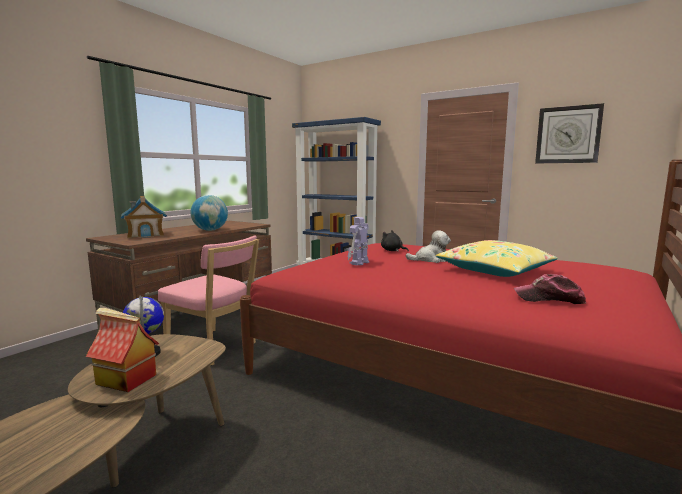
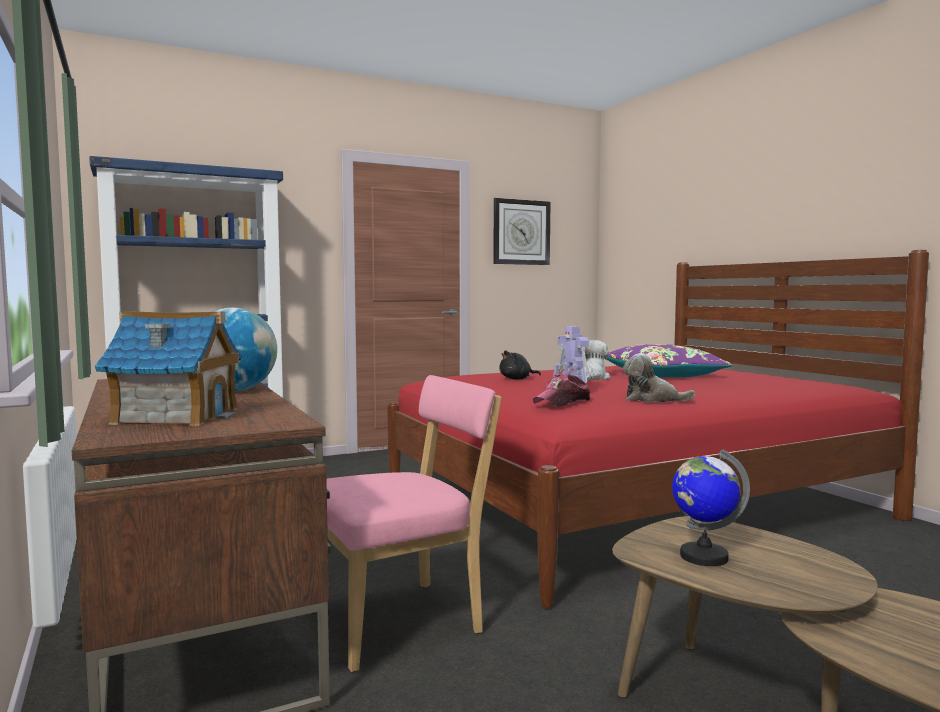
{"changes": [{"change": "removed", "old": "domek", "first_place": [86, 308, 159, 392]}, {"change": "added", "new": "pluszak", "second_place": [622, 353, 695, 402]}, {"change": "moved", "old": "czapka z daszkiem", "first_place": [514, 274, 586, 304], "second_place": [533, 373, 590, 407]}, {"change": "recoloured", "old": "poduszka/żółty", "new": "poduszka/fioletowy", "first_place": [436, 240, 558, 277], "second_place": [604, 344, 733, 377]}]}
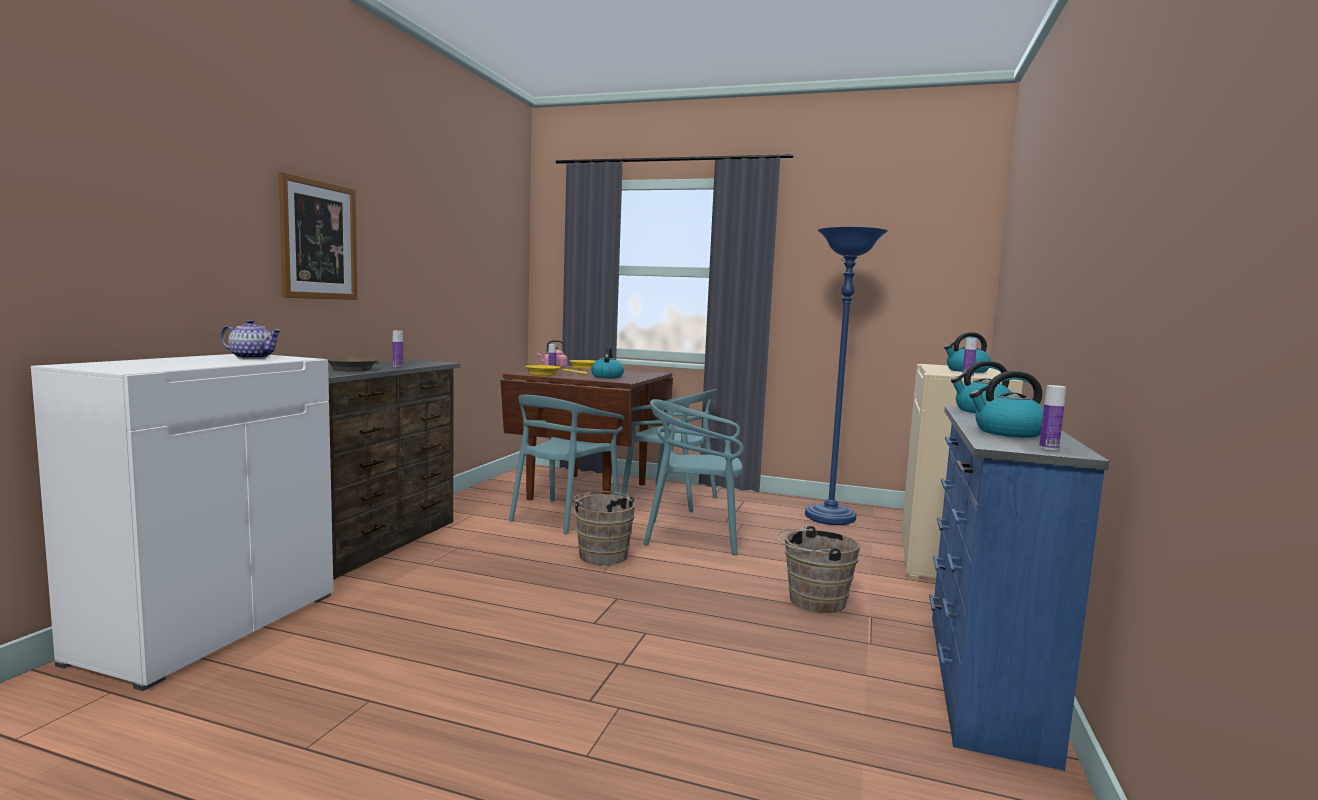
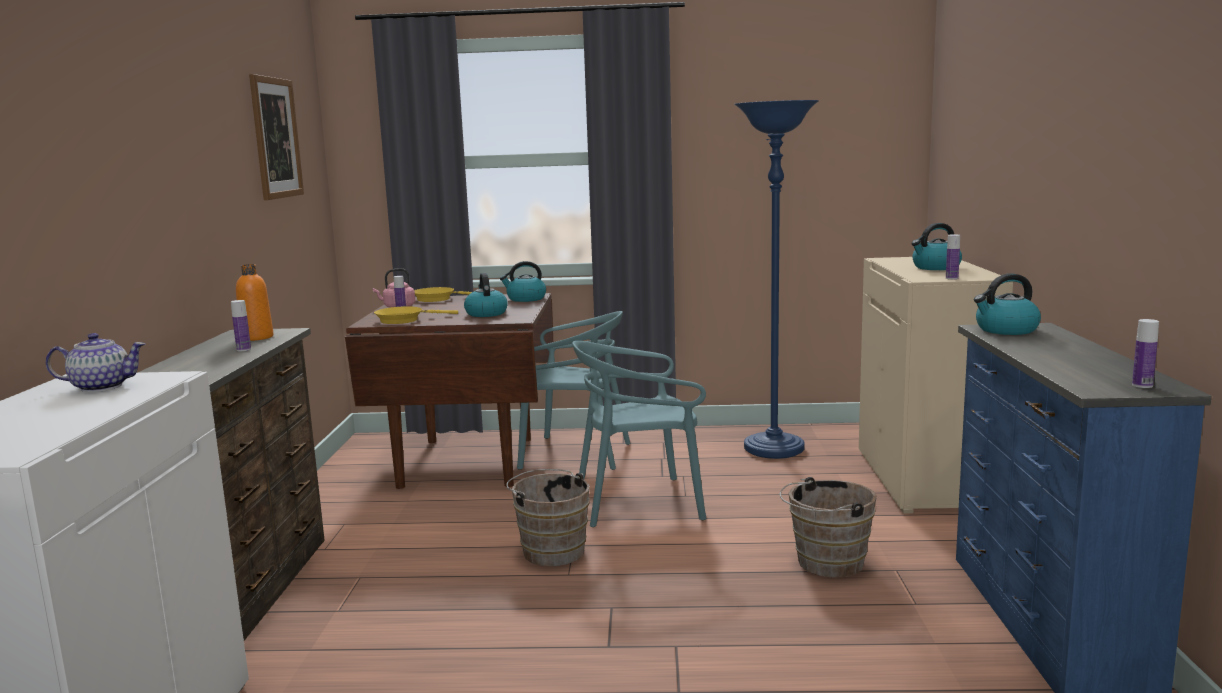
{"changes": [{"change": "removed", "old": "patelnia/brązowy", "first_place": [326, 358, 379, 371]}, {"change": "removed", "old": "krzesło/turkusowy", "first_place": [509, 395, 624, 534]}, {"change": "added", "new": "butelka/pomarańczowy", "second_place": [236, 264, 274, 341]}, {"change": "moved", "old": "obraz", "first_place": [279, 172, 358, 300], "second_place": [249, 74, 304, 200]}, {"change": "moved", "old": "czajnik", "first_place": [969, 371, 1044, 438], "second_place": [500, 261, 546, 302]}]}
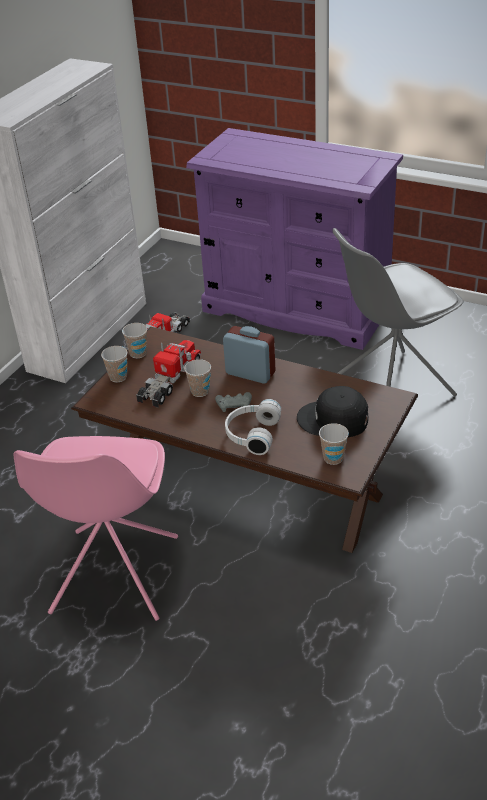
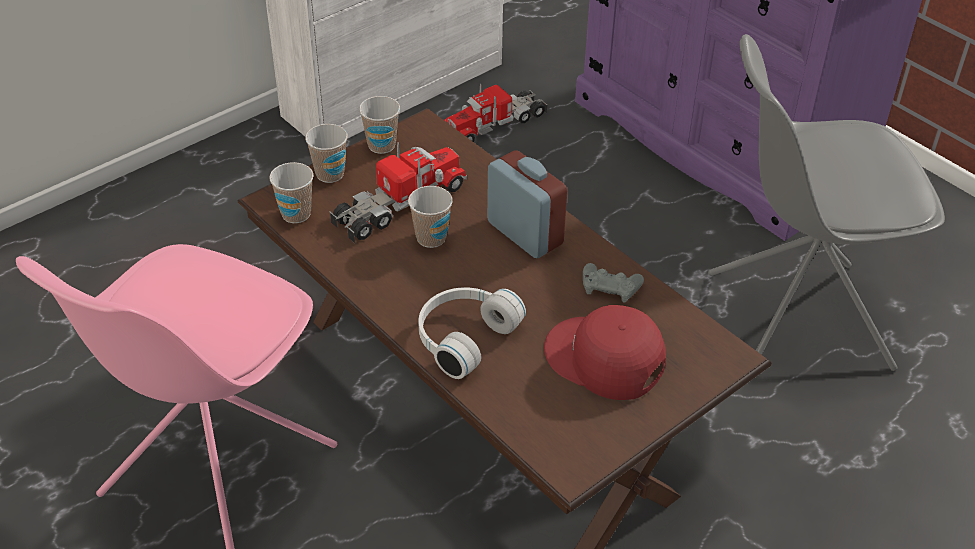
{"changes": [{"change": "moved", "old": "pad do gier/szary", "first_place": [215, 392, 252, 412], "second_place": [583, 263, 644, 303]}, {"change": "moved", "old": "filiżanka", "first_place": [319, 423, 349, 465], "second_place": [269, 162, 314, 223]}, {"change": "recoloured", "old": "czapka z daszkiem/czarny", "new": "czapka z daszkiem/czerwony", "first_place": [297, 386, 368, 438], "second_place": [544, 305, 666, 400]}]}
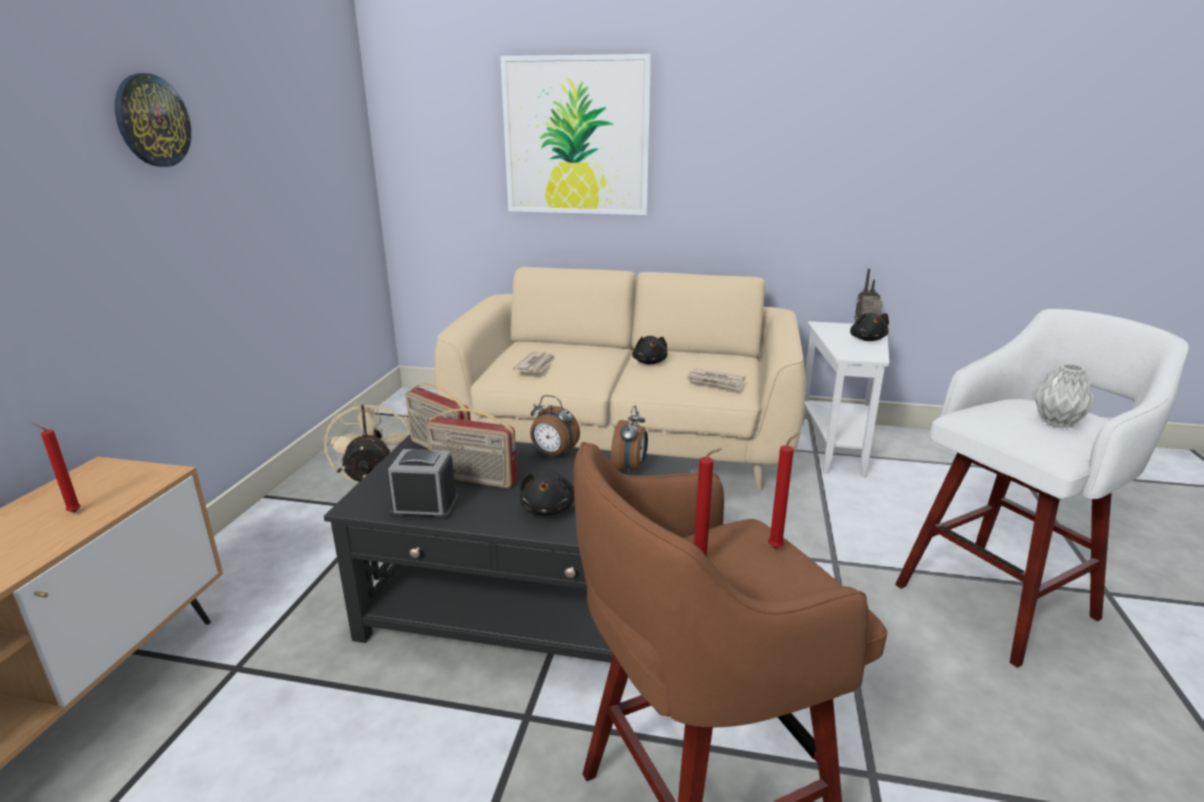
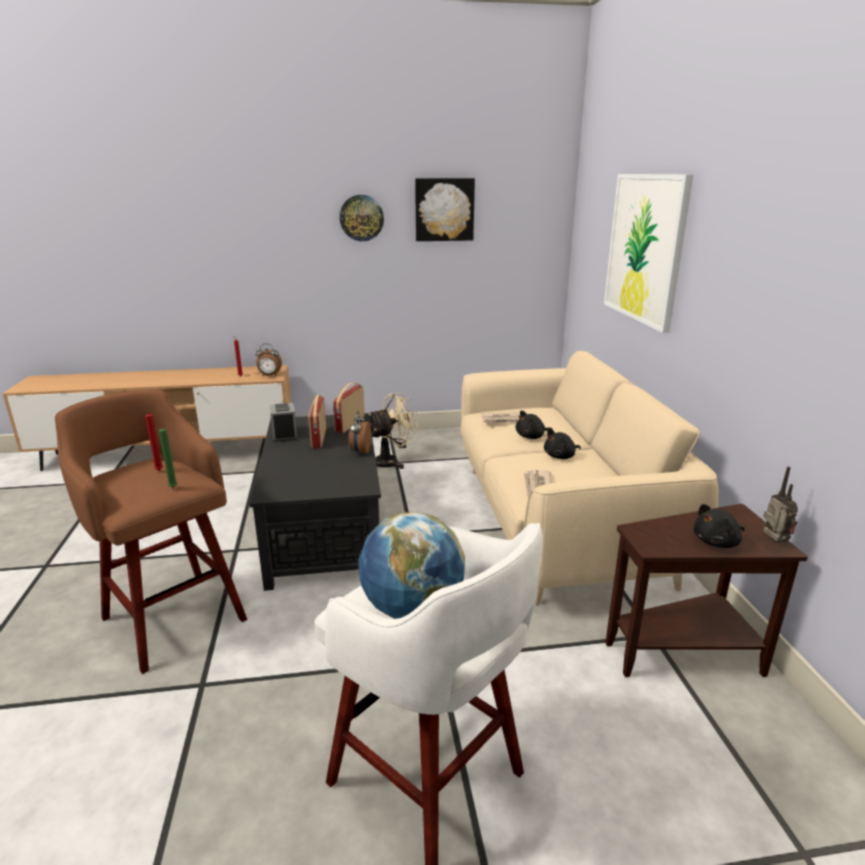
{"changes": [{"change": "added", "new": "obraz", "second_place": [415, 178, 475, 241]}, {"change": "moved", "old": "pluszak/czarny", "first_place": [520, 469, 575, 516], "second_place": [516, 410, 553, 439]}, {"change": "moved", "old": "budzik", "first_place": [611, 406, 648, 475], "second_place": [256, 344, 282, 376]}, {"change": "replaced", "old": "wazon/szary", "new": "globus", "first_place": [1034, 364, 1096, 428], "second_place": [358, 512, 465, 619]}, {"change": "recoloured", "old": "świeca/czerwony", "new": "świeca/zielony", "first_place": [768, 433, 799, 548], "second_place": [159, 425, 177, 488]}, {"change": "recoloured", "old": "stolik/biały", "new": "stolik/brązowy", "first_place": [802, 321, 889, 477], "second_place": [605, 504, 808, 677]}]}
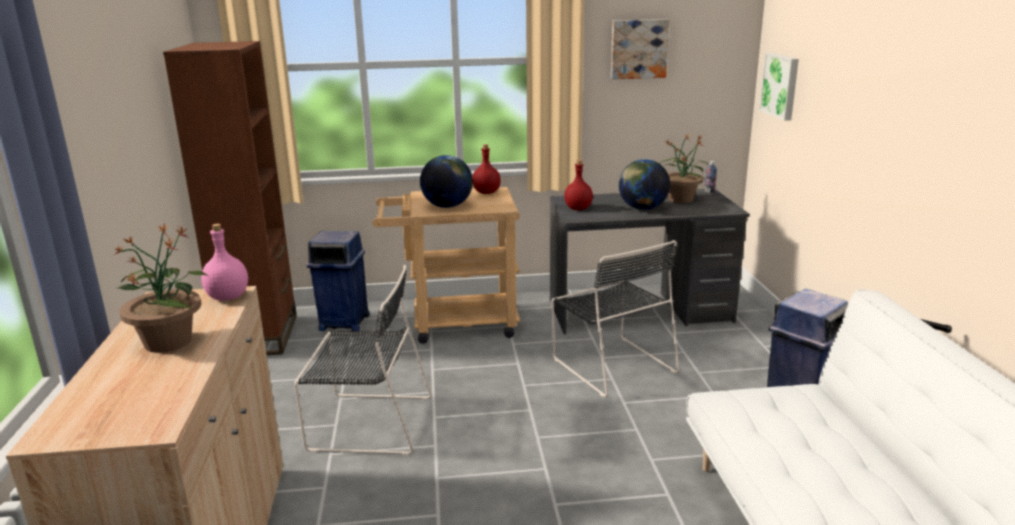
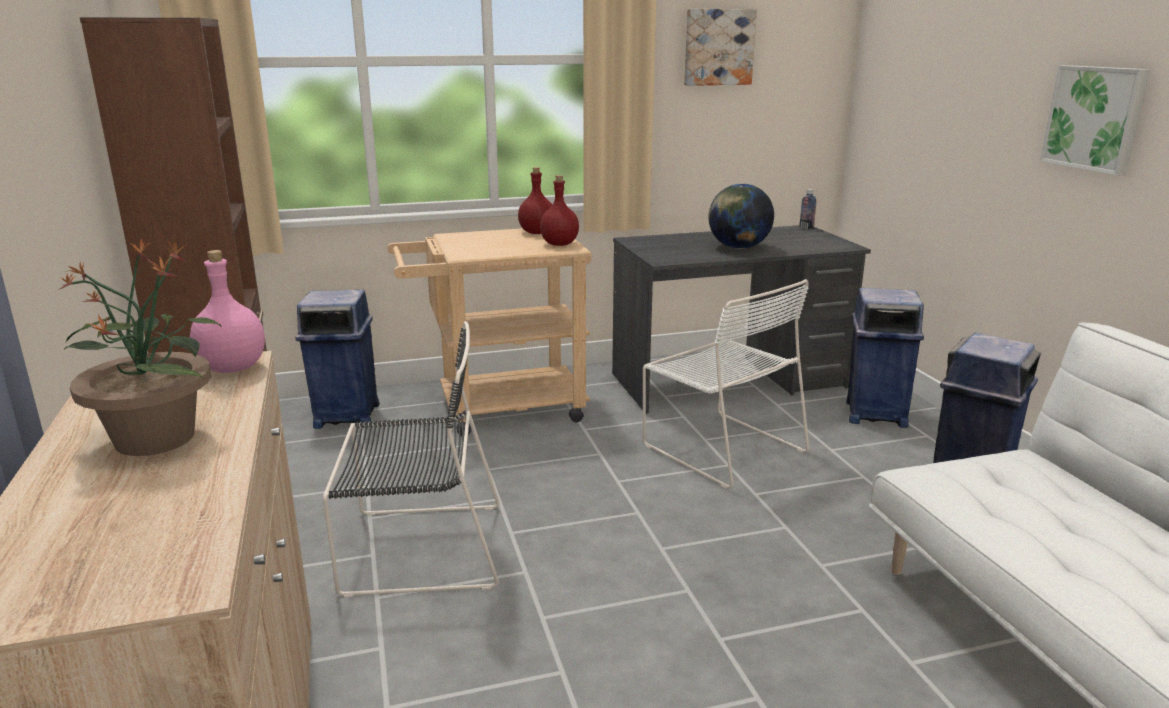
{"changes": [{"change": "removed", "old": "globus", "first_place": [420, 155, 473, 208]}, {"change": "removed", "old": "roślina doniczkowa", "first_place": [659, 135, 708, 203]}, {"change": "added", "new": "kosz na śmieci/niebieski", "second_place": [846, 288, 924, 428]}, {"change": "moved", "old": "butelka/czerwony", "first_place": [564, 160, 593, 210], "second_place": [540, 175, 579, 246]}, {"change": "moved", "old": "obraz", "first_place": [759, 53, 799, 121], "second_place": [1040, 65, 1151, 176]}, {"change": "recoloured", "old": "krzesło/czarny", "new": "krzesło/biały", "first_place": [551, 240, 679, 397], "second_place": [643, 279, 809, 489]}]}
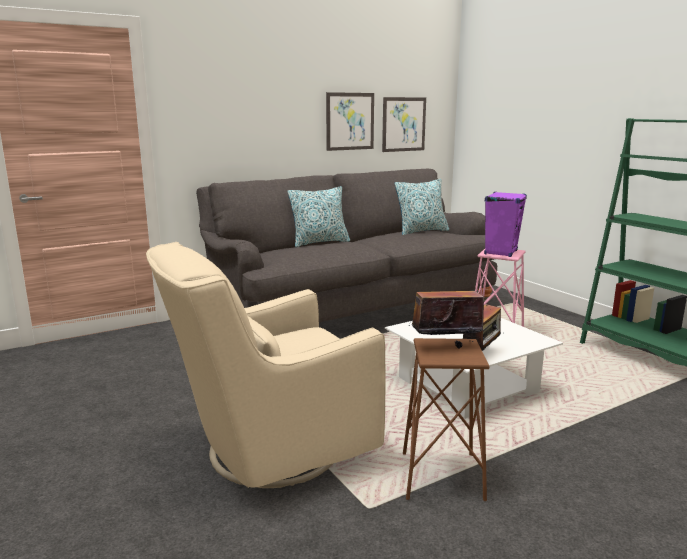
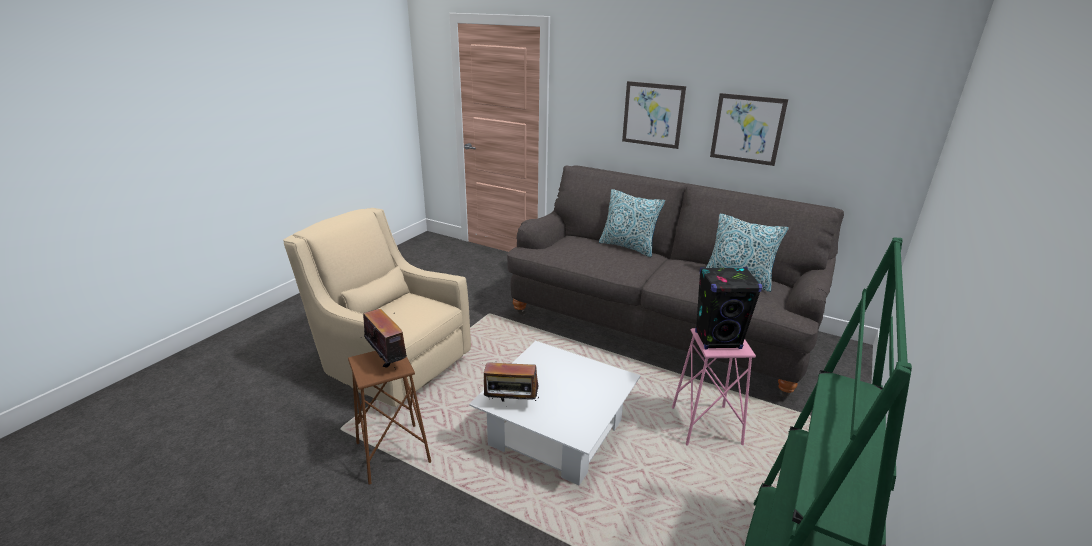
{"changes": [{"change": "moved", "old": "obraz", "first_place": [382, 97, 426, 152], "second_place": [622, 81, 686, 149]}, {"change": "recoloured", "old": "głośnik/fioletowy", "new": "głośnik/czarny", "first_place": [484, 192, 527, 257], "second_place": [695, 267, 762, 349]}]}
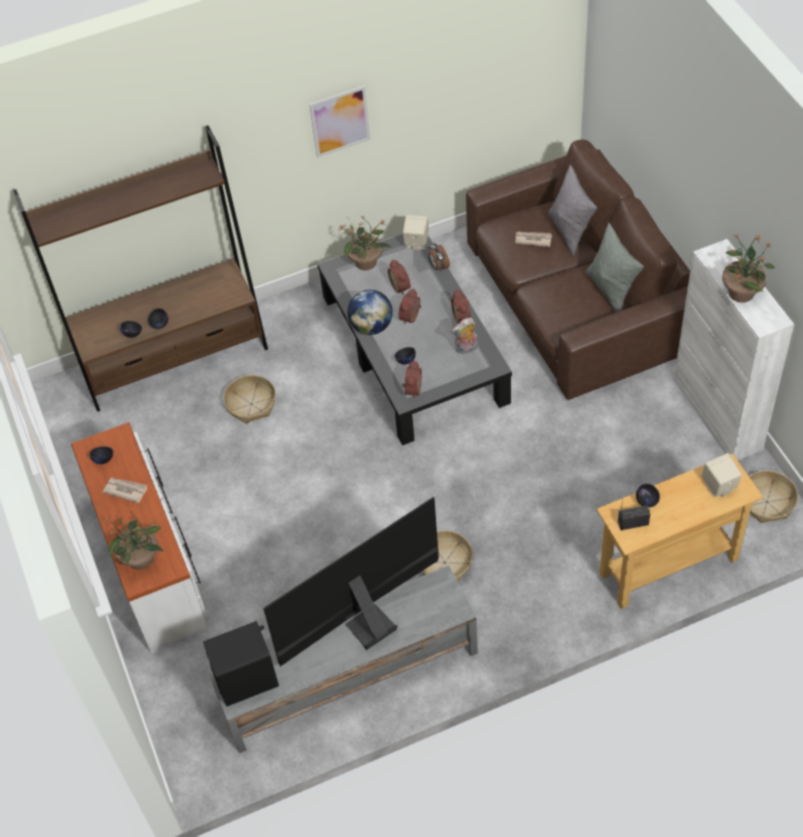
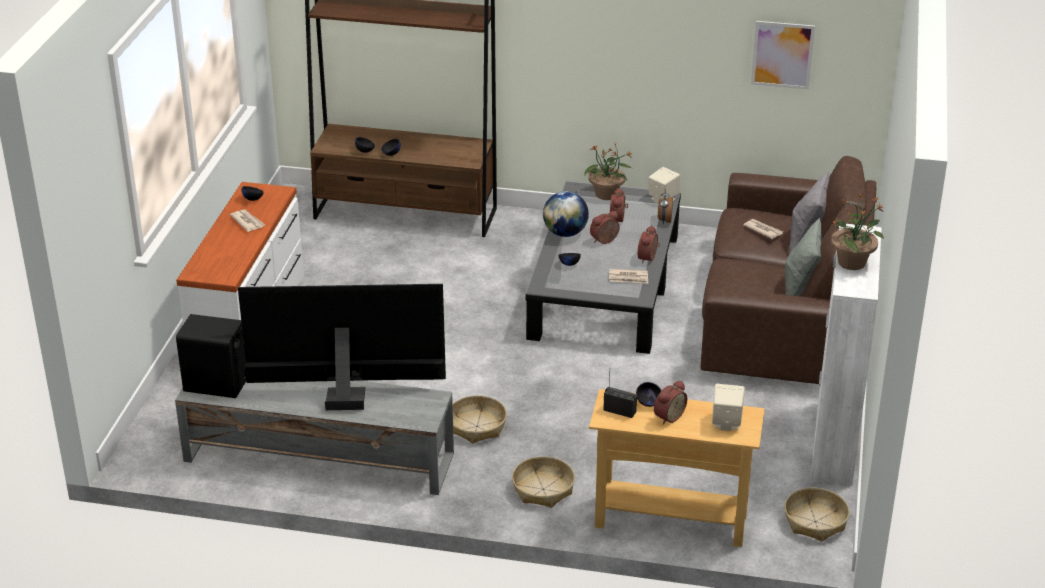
{"changes": [{"change": "removed", "old": "roślina doniczkowa", "first_place": [104, 511, 164, 570]}, {"change": "moved", "old": "koszyk", "first_place": [223, 375, 276, 424], "second_place": [512, 456, 575, 508]}, {"change": "moved", "old": "obraz", "first_place": [309, 86, 371, 158], "second_place": [751, 21, 815, 89]}, {"change": "moved", "old": "budzik", "first_place": [402, 360, 422, 399], "second_place": [654, 380, 687, 425]}, {"change": "replaced", "old": "pluszak", "new": "gazeta", "first_place": [451, 318, 478, 354], "second_place": [609, 269, 648, 284]}]}
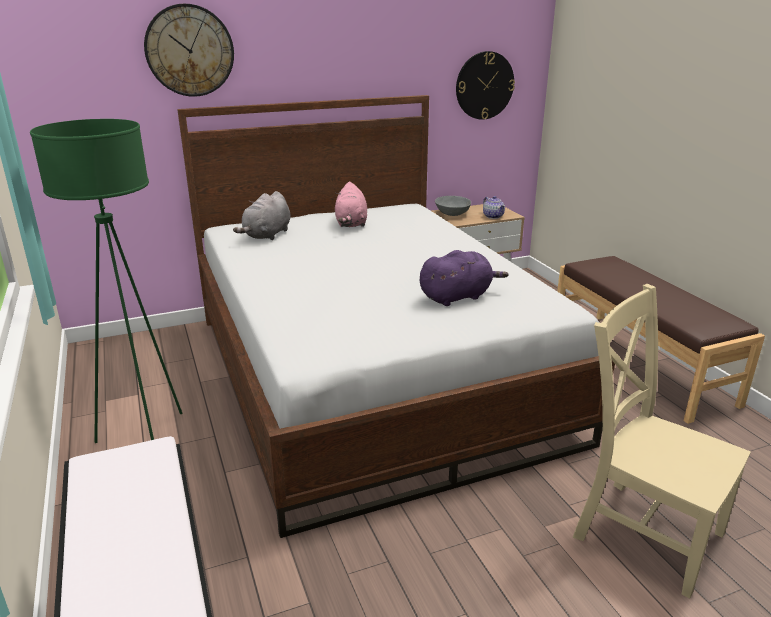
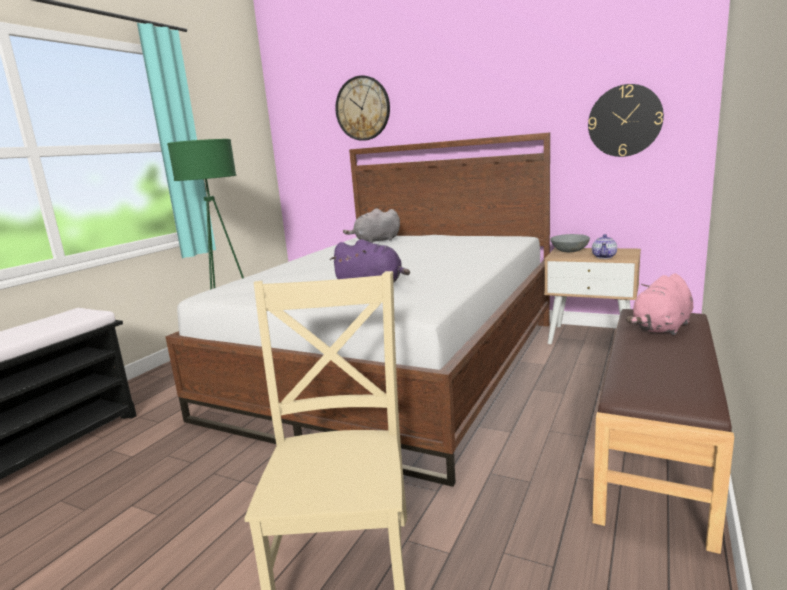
{"changes": [{"change": "moved", "old": "pluszak/różowy", "first_place": [335, 182, 367, 227], "second_place": [626, 273, 693, 336]}]}
